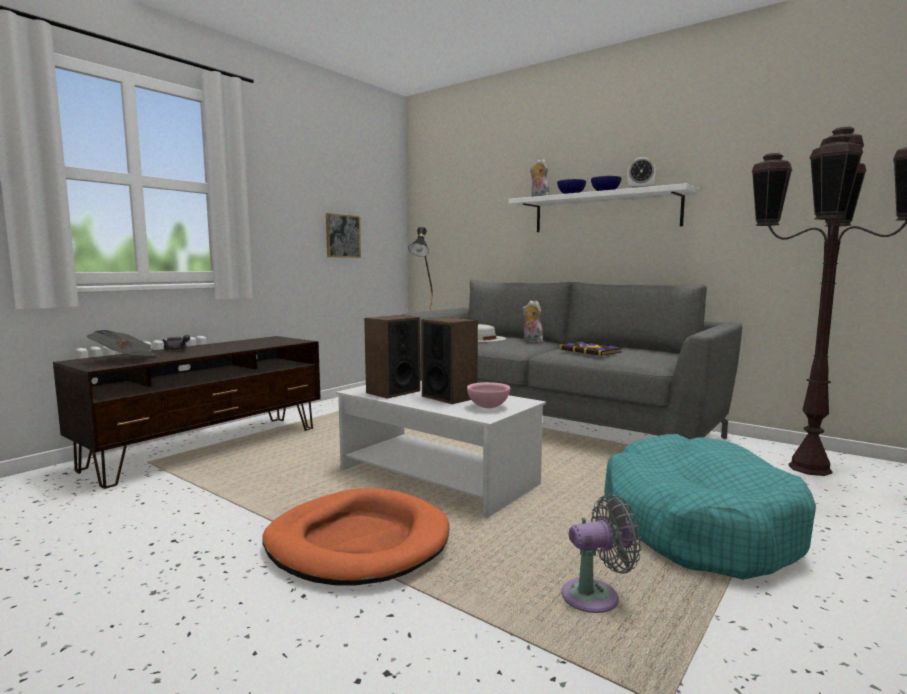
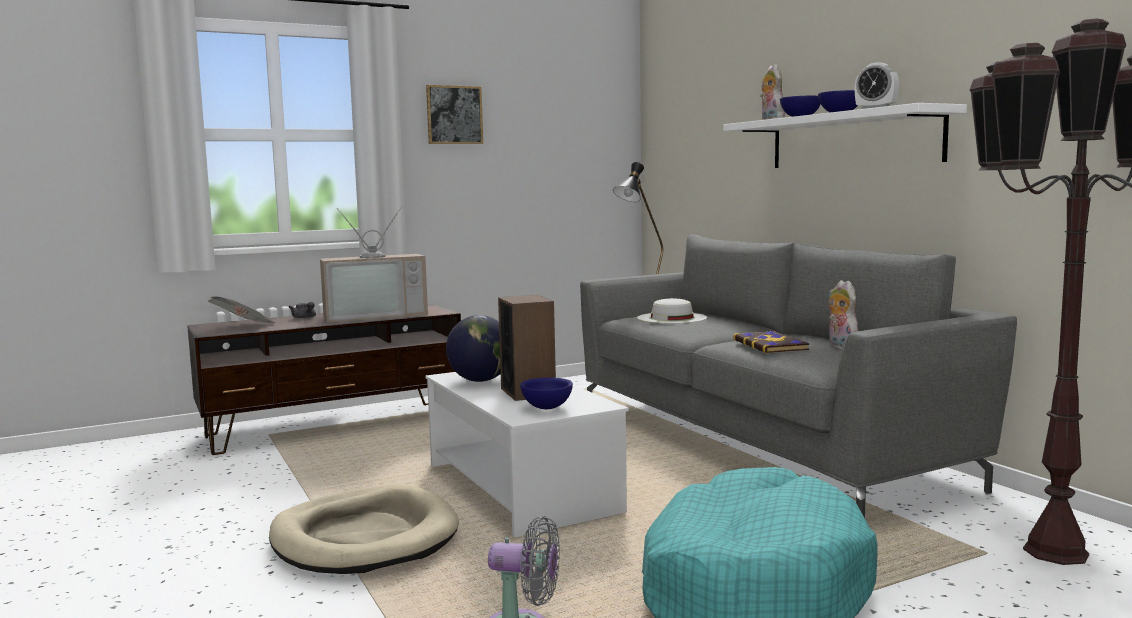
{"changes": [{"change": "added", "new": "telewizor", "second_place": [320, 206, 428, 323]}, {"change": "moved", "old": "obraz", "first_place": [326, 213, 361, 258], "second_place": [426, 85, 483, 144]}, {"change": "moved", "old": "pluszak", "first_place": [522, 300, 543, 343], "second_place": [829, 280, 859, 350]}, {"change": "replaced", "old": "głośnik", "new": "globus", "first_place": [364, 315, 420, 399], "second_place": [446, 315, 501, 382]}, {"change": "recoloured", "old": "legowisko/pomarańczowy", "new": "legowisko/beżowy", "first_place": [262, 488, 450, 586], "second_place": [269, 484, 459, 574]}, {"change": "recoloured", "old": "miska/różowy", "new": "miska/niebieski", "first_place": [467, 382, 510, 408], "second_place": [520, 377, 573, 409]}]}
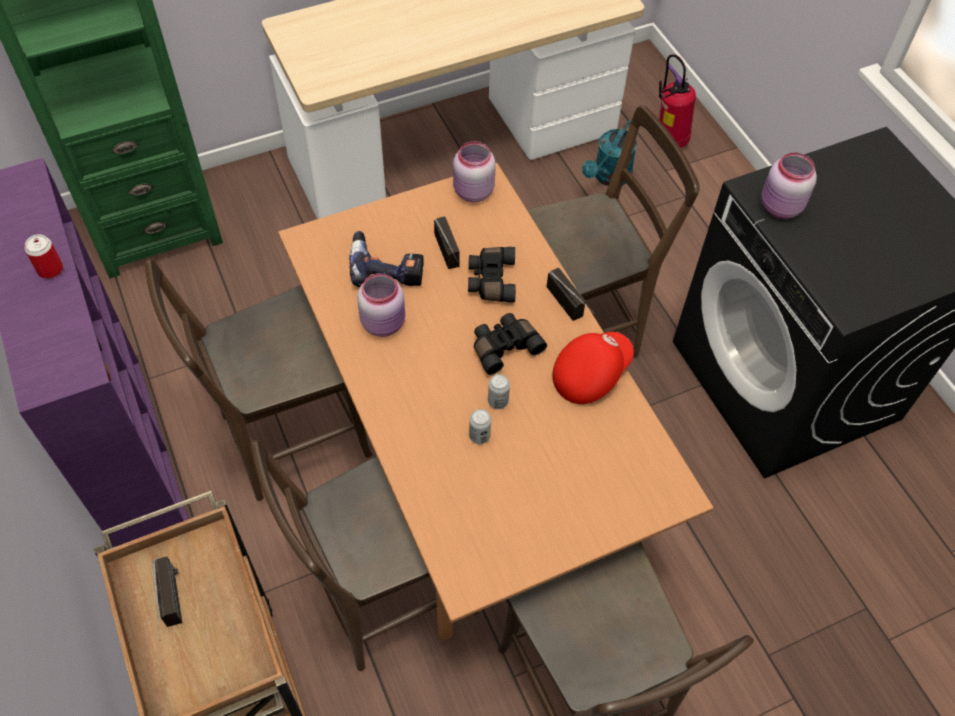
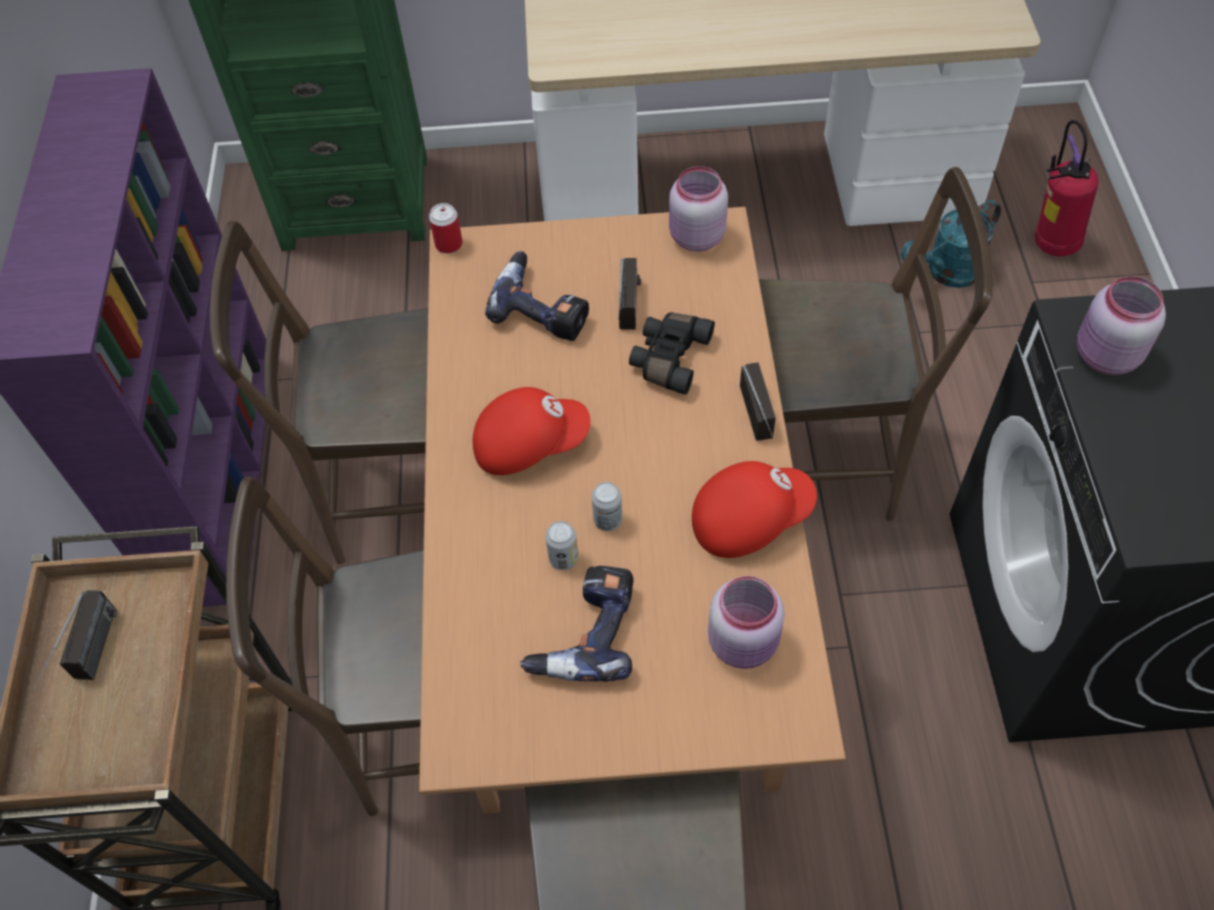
{"changes": [{"change": "removed", "old": "lornetka/czarny", "first_place": [474, 313, 547, 375]}, {"change": "added", "new": "czapka z daszkiem/czerwony", "second_place": [473, 387, 590, 475]}, {"change": "added", "new": "wiertarka", "second_place": [520, 566, 633, 682]}, {"change": "moved", "old": "puszka", "first_place": [25, 234, 63, 279], "second_place": [429, 203, 463, 253]}, {"change": "moved", "old": "słoik/różowy", "first_place": [357, 273, 405, 337], "second_place": [708, 576, 785, 669]}]}
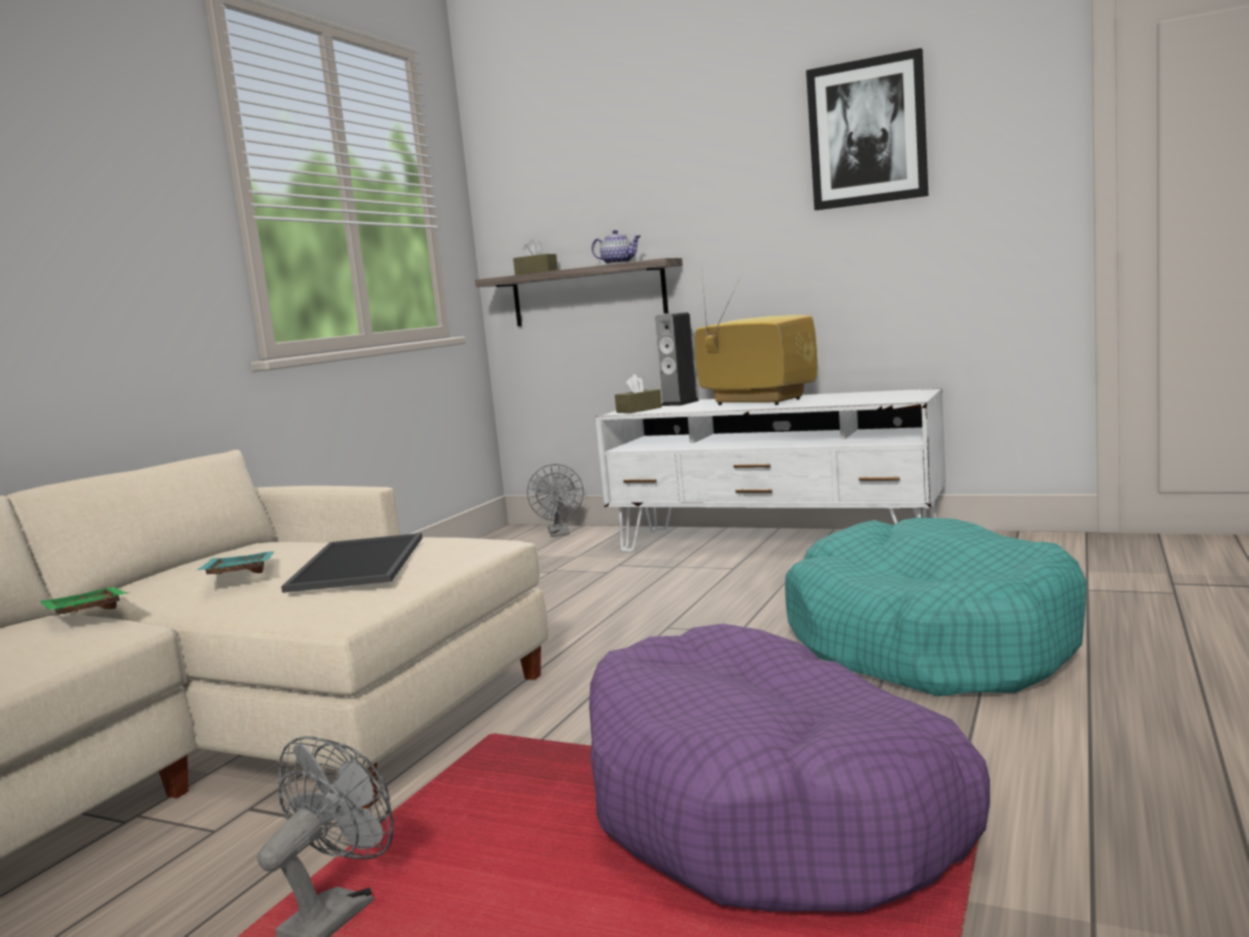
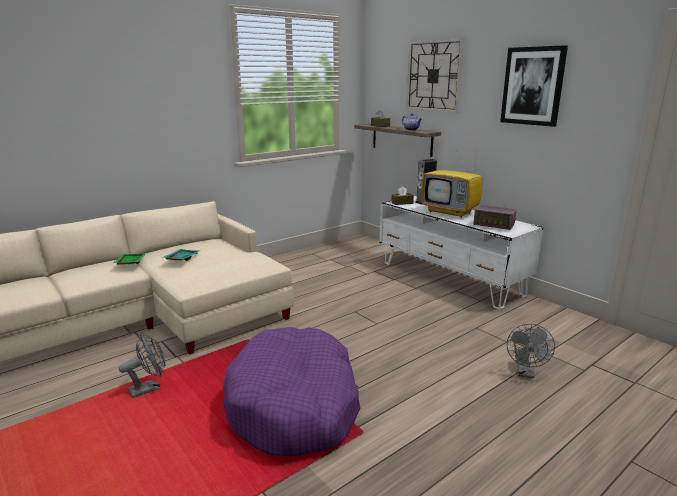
{"changes": [{"change": "removed", "old": "taca", "first_place": [281, 533, 422, 593]}, {"change": "removed", "old": "legowisko/turkusowy", "first_place": [785, 518, 1087, 696]}, {"change": "added", "new": "zegar ścienny", "second_place": [406, 38, 464, 113]}, {"change": "added", "new": "radio", "second_place": [473, 205, 517, 230]}, {"change": "moved", "old": "wentylator/szary", "first_place": [527, 464, 584, 537], "second_place": [507, 324, 555, 378]}, {"change": "turned", "old": "telewizor", "first_place": [695, 274, 817, 405], "second_place": [421, 152, 482, 218], "degrees": 150}]}
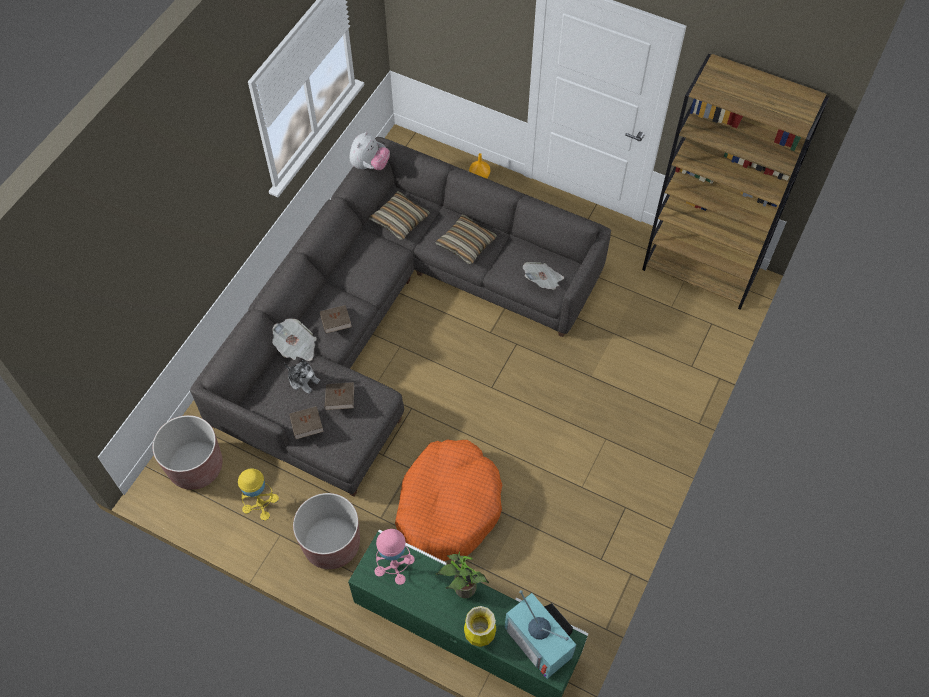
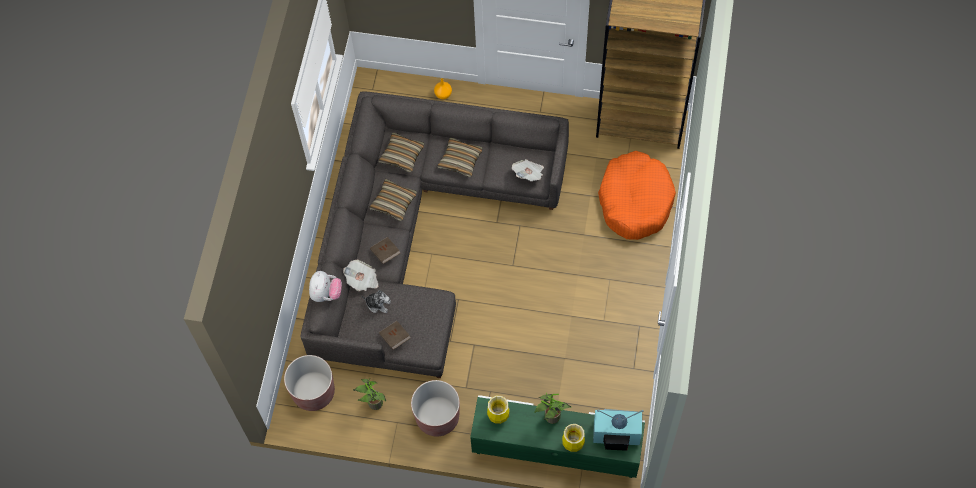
{"changes": [{"change": "removed", "old": "książka/brązowy", "first_place": [324, 382, 354, 410]}, {"change": "added", "new": "poduszka", "second_place": [369, 179, 417, 221]}, {"change": "moved", "old": "pluszak", "first_place": [350, 132, 390, 170], "second_place": [309, 271, 342, 302]}, {"change": "moved", "old": "legowisko/pomarańczowy", "first_place": [395, 439, 502, 561], "second_place": [598, 151, 676, 240]}, {"change": "replaced", "old": "lampa stołowa/żółty", "new": "roślina doniczkowa", "first_place": [238, 468, 279, 521], "second_place": [353, 378, 386, 410]}, {"change": "replaced", "old": "lampa stołowa/różowy", "new": "wazon", "first_place": [375, 529, 415, 585], "second_place": [487, 396, 509, 424]}, {"change": "turned", "old": "telewizor", "first_place": [505, 590, 576, 679], "second_place": [593, 409, 644, 451], "degrees": 150}]}
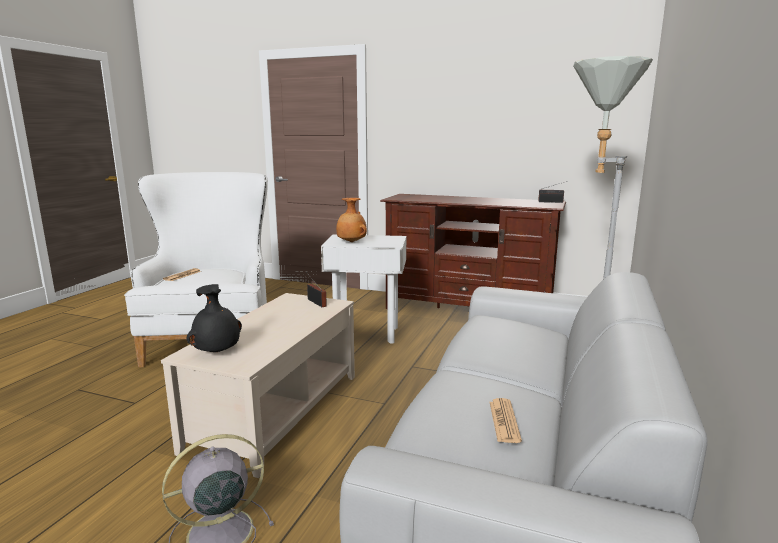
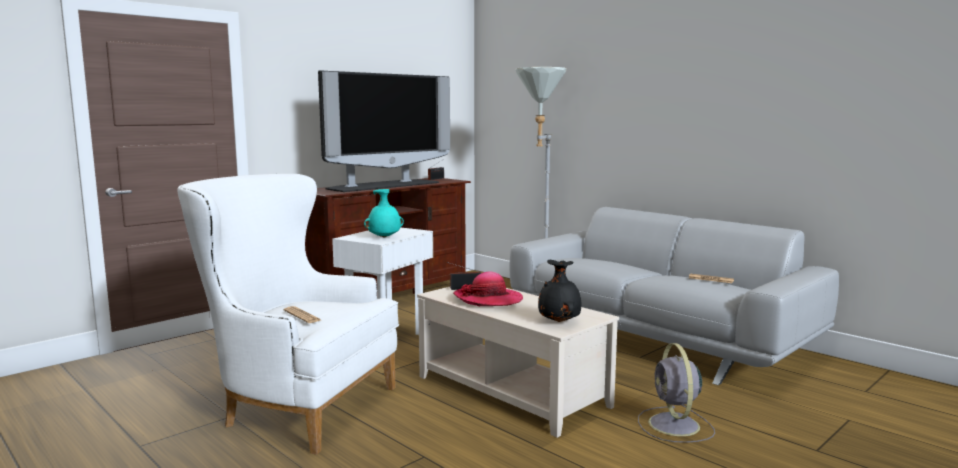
{"changes": [{"change": "added", "new": "telewizor", "second_place": [318, 70, 450, 192]}, {"change": "added", "new": "kapelusz", "second_place": [453, 271, 523, 306]}, {"change": "recoloured", "old": "wazon/brązowy", "new": "wazon/turkusowy", "first_place": [336, 198, 367, 242], "second_place": [364, 189, 404, 238]}]}
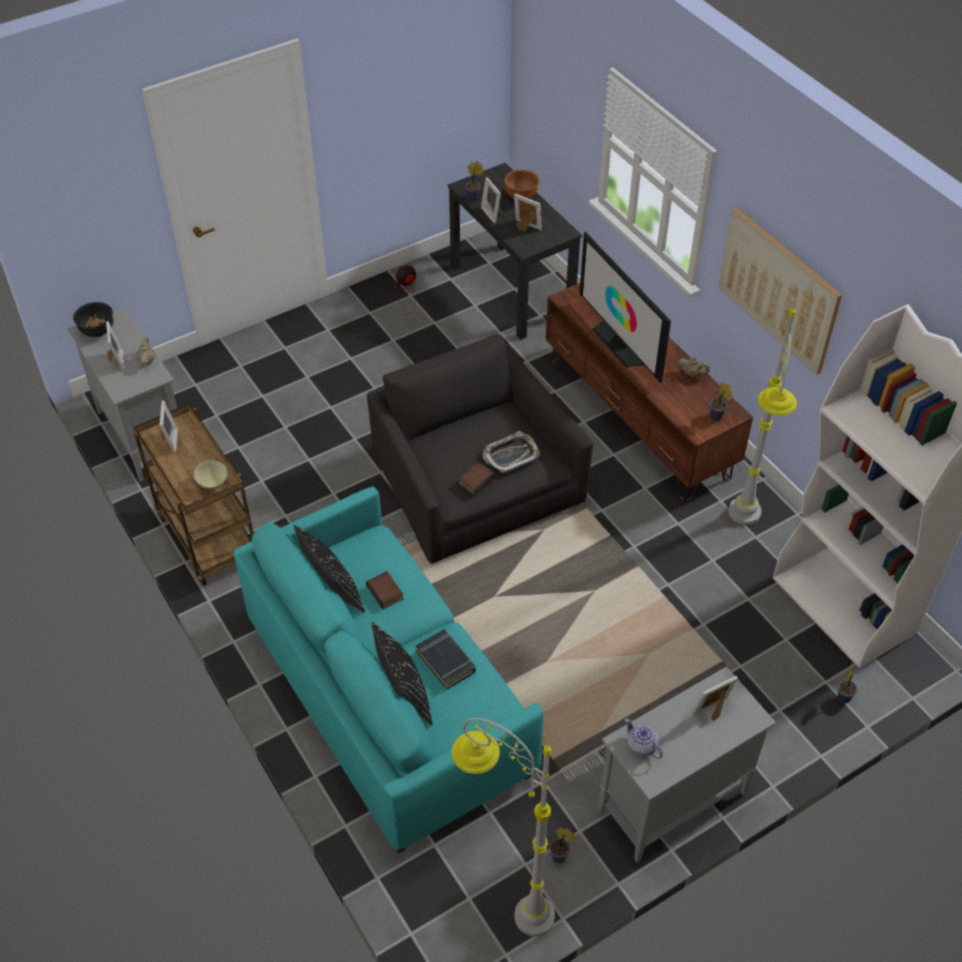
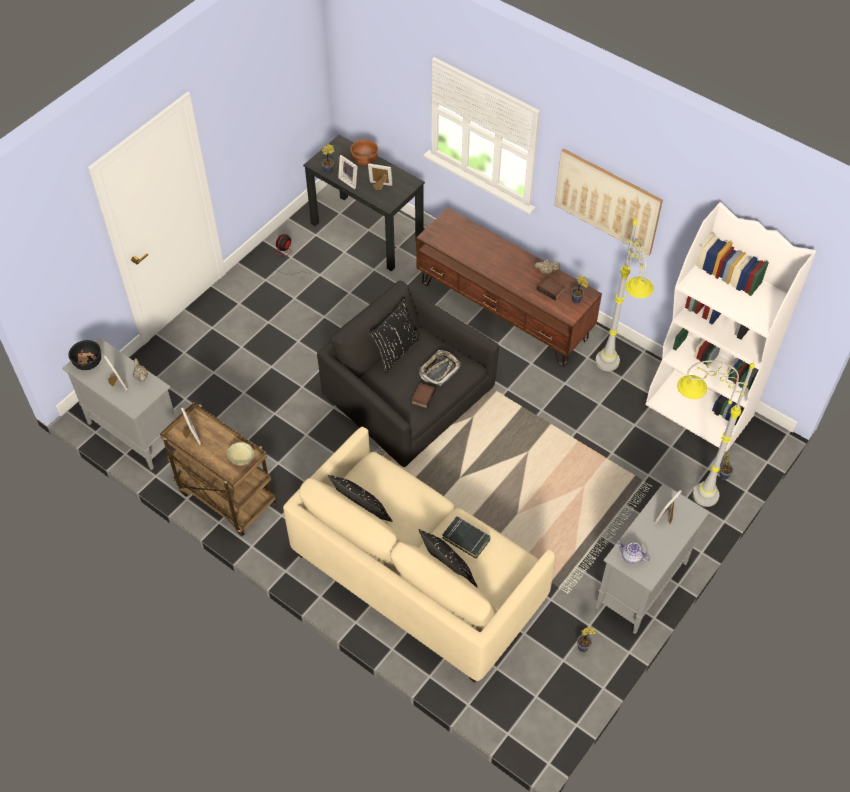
{"changes": [{"change": "removed", "old": "telewizor", "first_place": [579, 232, 671, 383]}, {"change": "added", "new": "poduszka/czarny", "second_place": [369, 298, 421, 374]}, {"change": "moved", "old": "książka", "first_place": [366, 571, 404, 609], "second_place": [537, 277, 565, 300]}, {"change": "moved", "old": "lampa stojąca/szary", "first_place": [452, 718, 555, 937], "second_place": [677, 360, 755, 507]}, {"change": "recoloured", "old": "kanapa/turkusowy", "new": "kanapa/beżowy", "first_place": [233, 487, 543, 853], "second_place": [283, 427, 556, 683]}]}
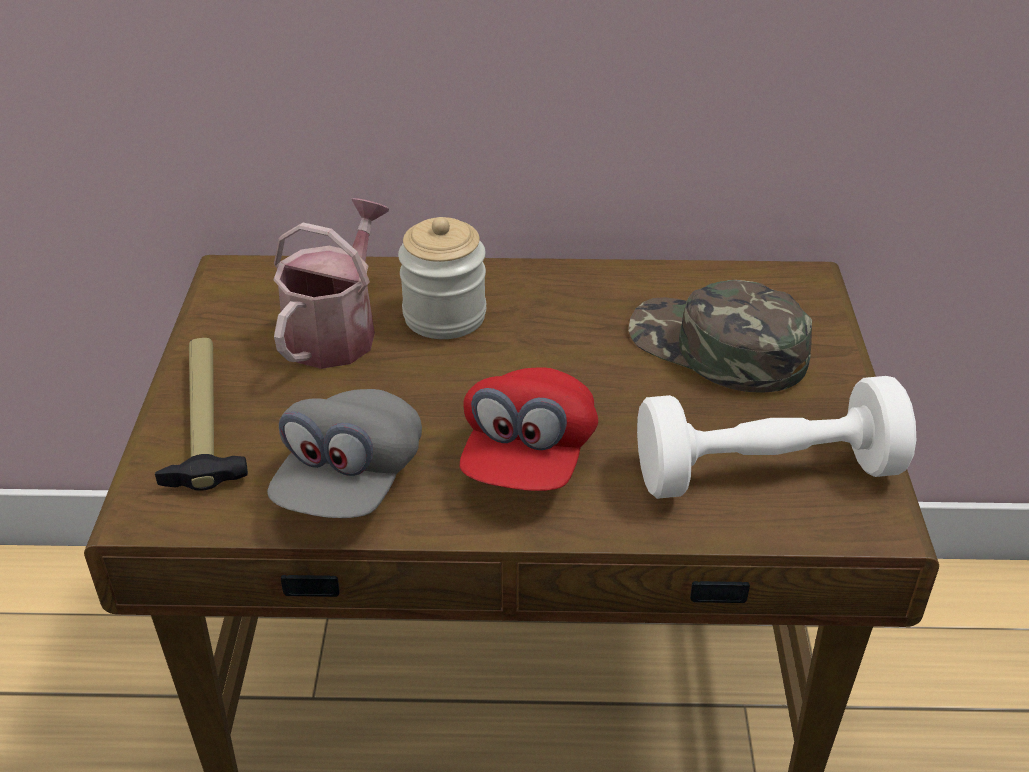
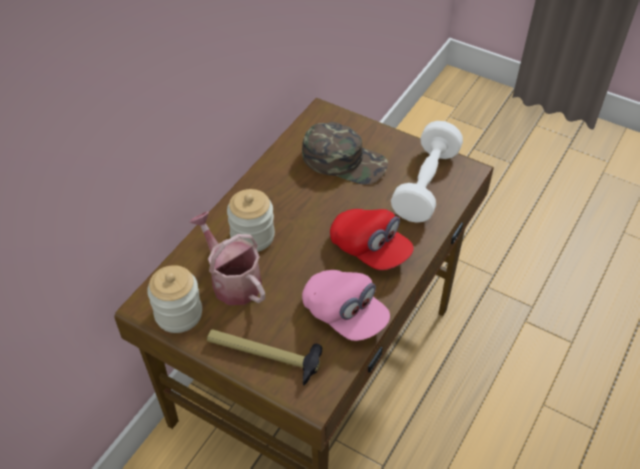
{"changes": [{"change": "added", "new": "słoik", "second_place": [147, 265, 202, 333]}, {"change": "recoloured", "old": "czapka z daszkiem/szary", "new": "czapka z daszkiem/różowy", "first_place": [267, 389, 422, 518], "second_place": [302, 270, 390, 341]}, {"change": "turned", "old": "czapka z daszkiem/zielony", "first_place": [628, 280, 812, 392], "second_place": [302, 122, 388, 185], "degrees": -135}]}
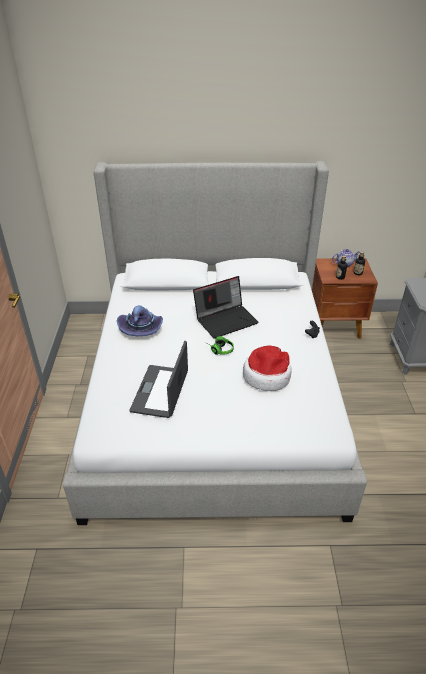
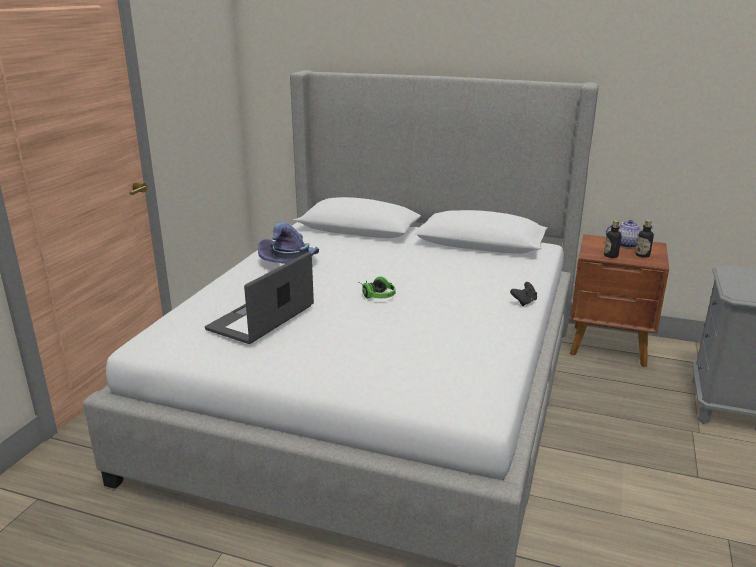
{"changes": [{"change": "removed", "old": "laptop", "first_place": [193, 276, 259, 339]}, {"change": "removed", "old": "kapelusz", "first_place": [243, 346, 292, 391]}]}
